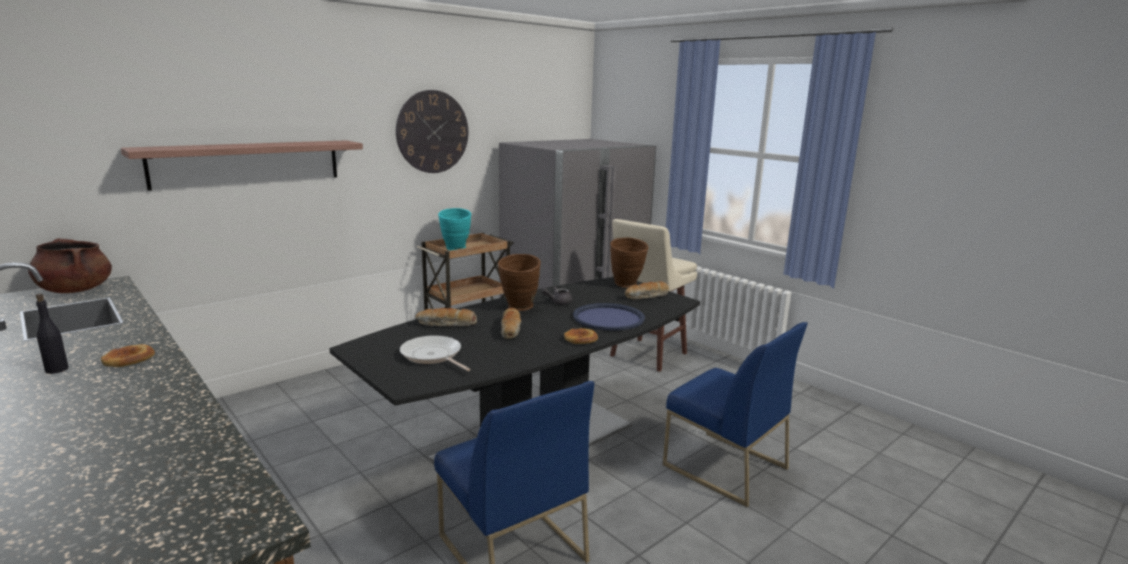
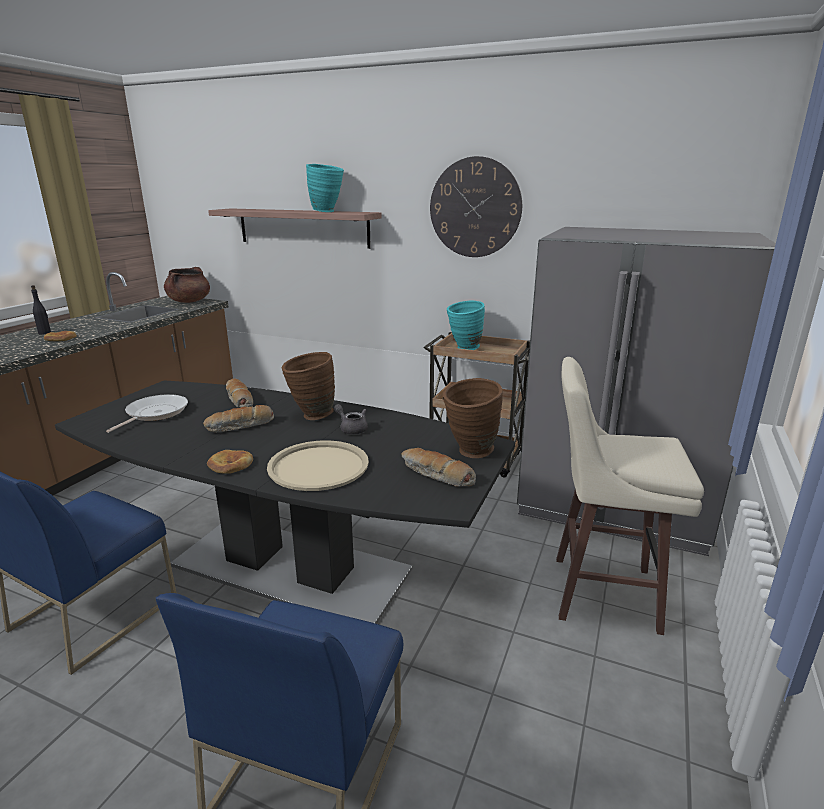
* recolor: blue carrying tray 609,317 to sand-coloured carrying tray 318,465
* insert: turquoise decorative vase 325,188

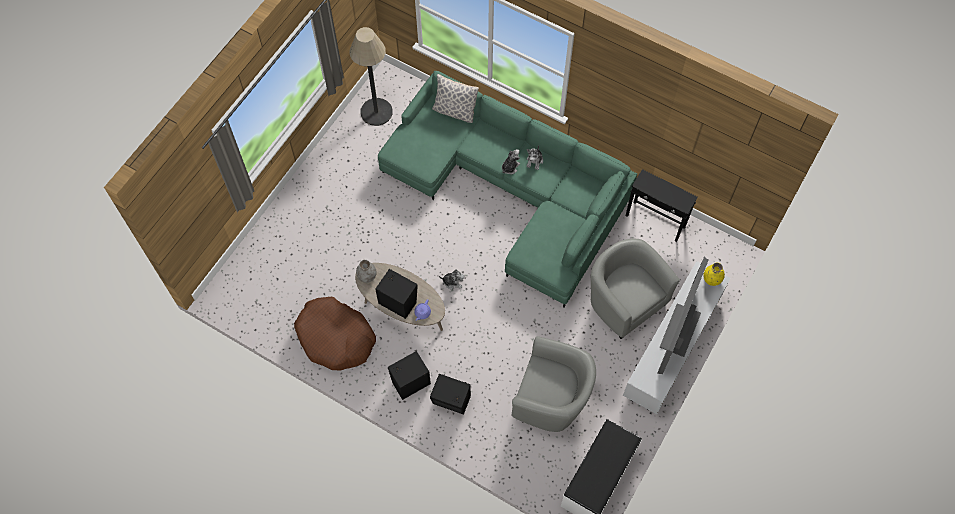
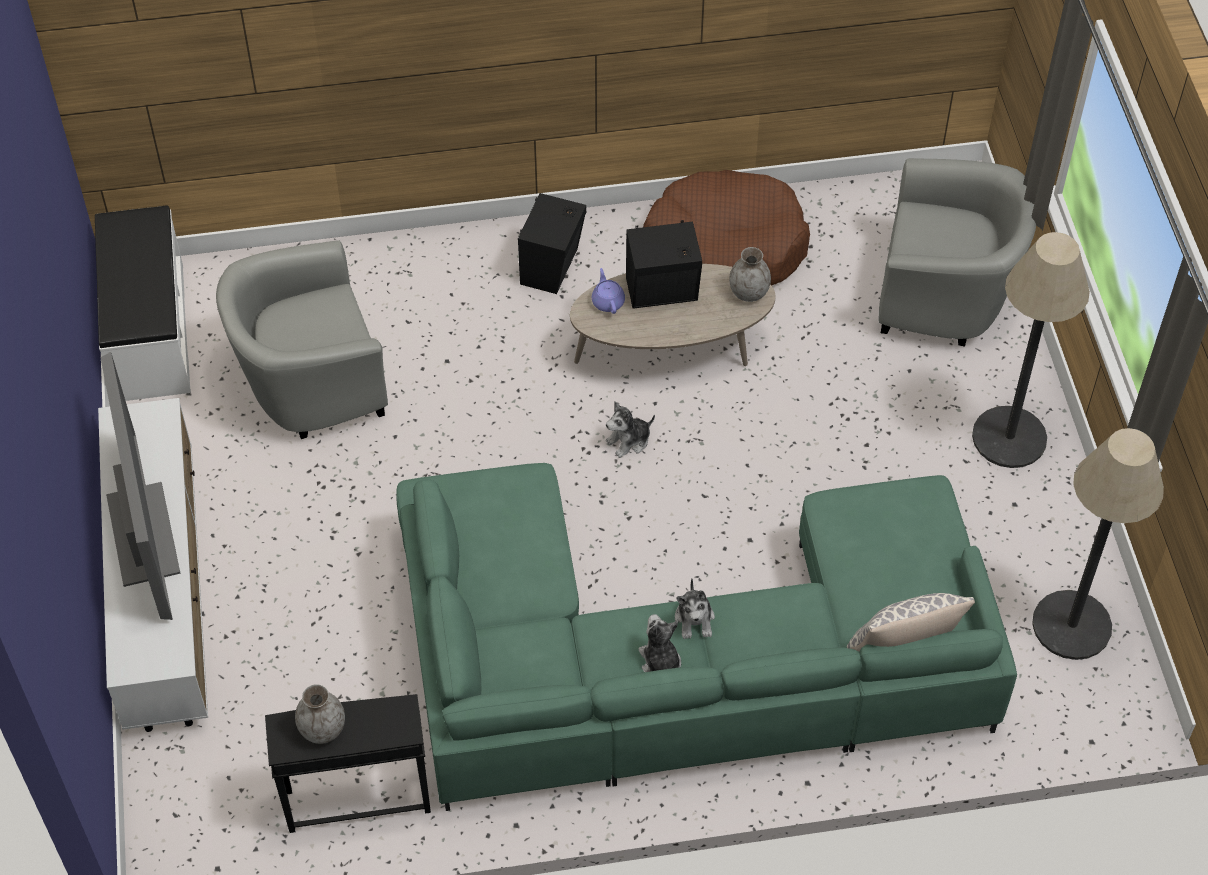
* move: greyish armchair 635,289 to 957,252
* delete: yellowish decorative vase 714,274
* delete: black-coloured speaker 450,394
* insert: standing lamp 1031,350
* insert: greyish decorative vase 320,714

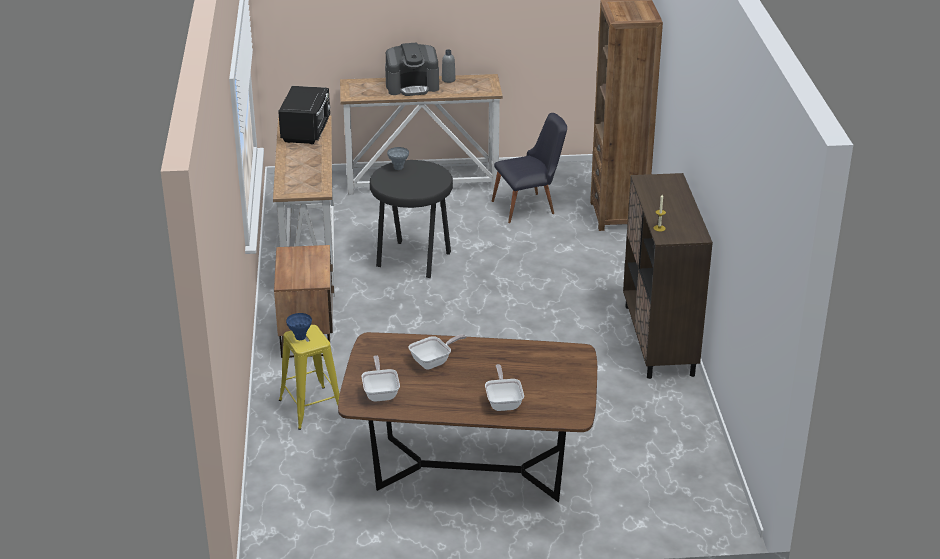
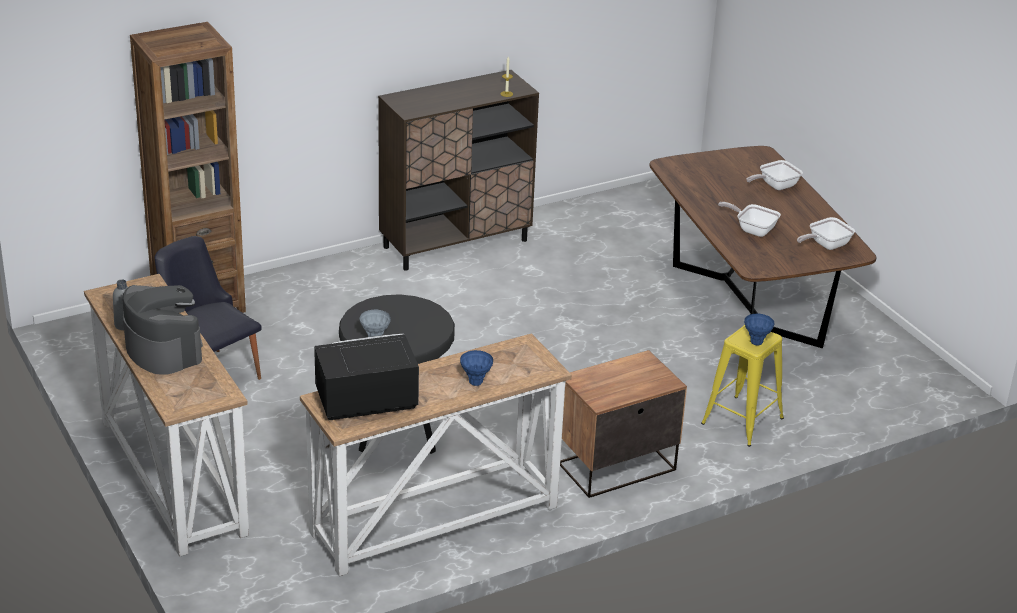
* insert: blue decorative vase 476,368

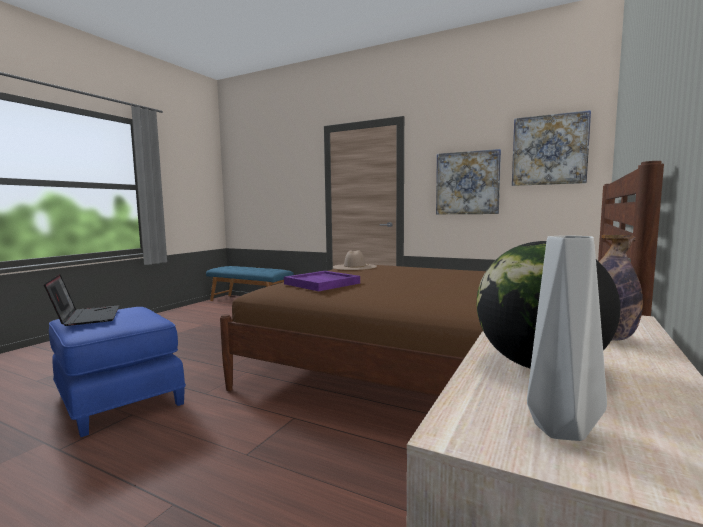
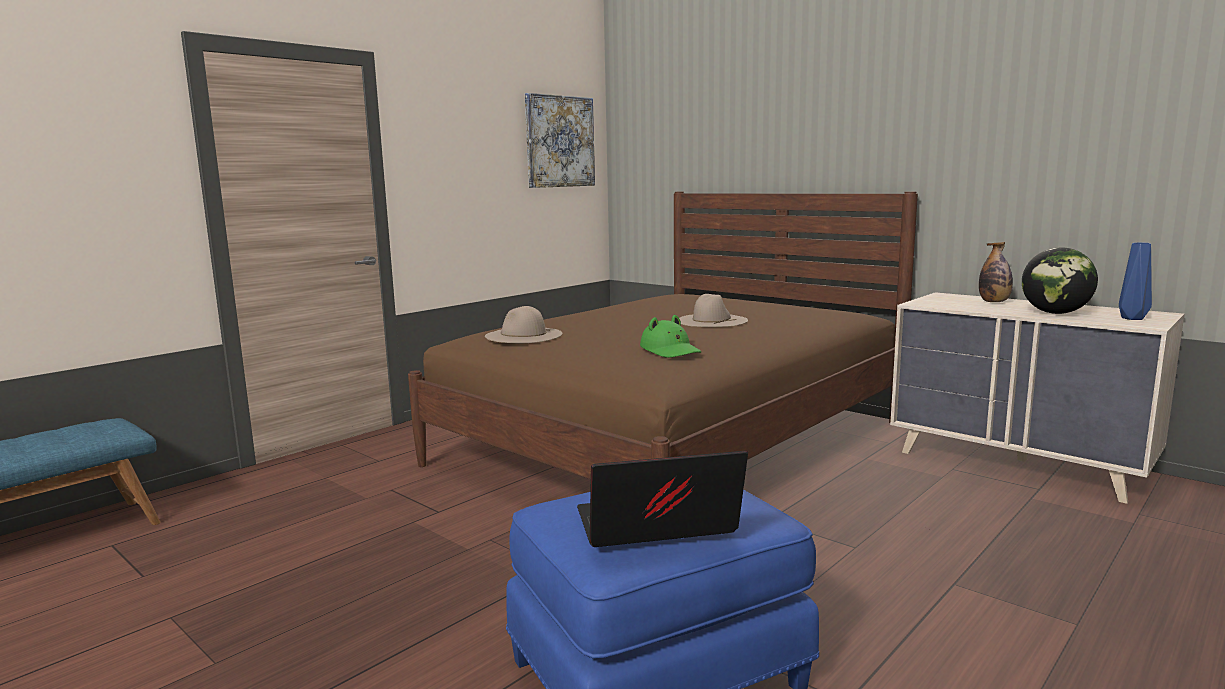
* delete: picture 468,181
* recolor: greyish decorative vase 567,338 to blue decorative vase 1135,281
* replace: purple-coloured carrying tray 322,281 to green hat 670,336
* insert: sand-coloured hat 713,310

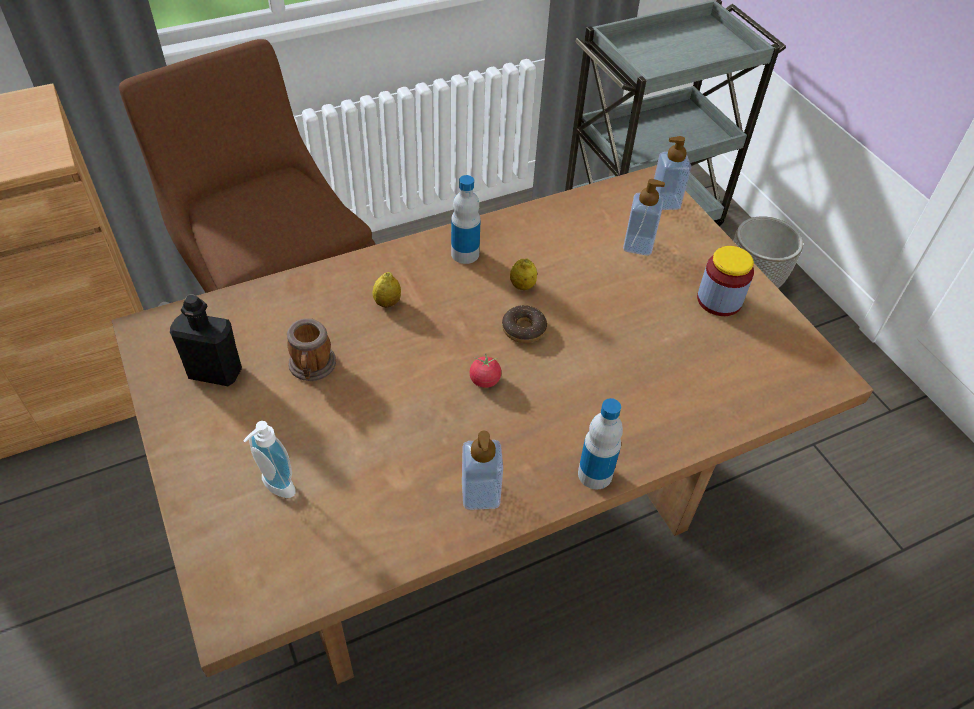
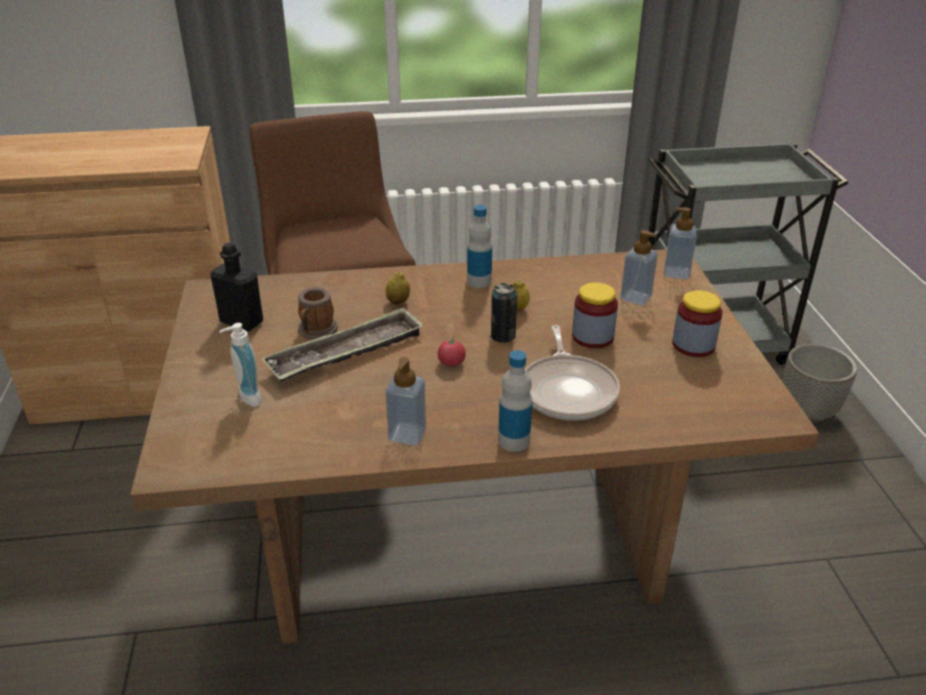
* replace: doughnut 524,324 to sealed can 504,313
* insert: jar 595,315
* insert: carrying tray 342,344
* insert: skillet 572,372

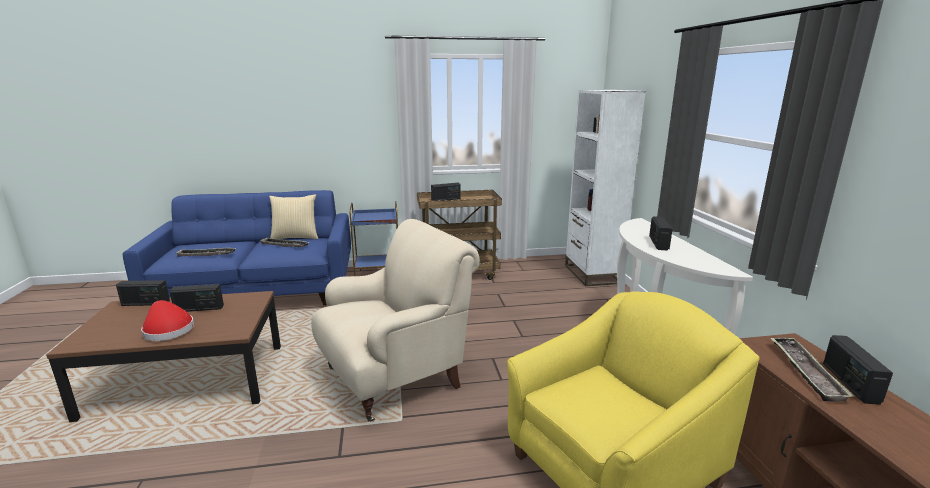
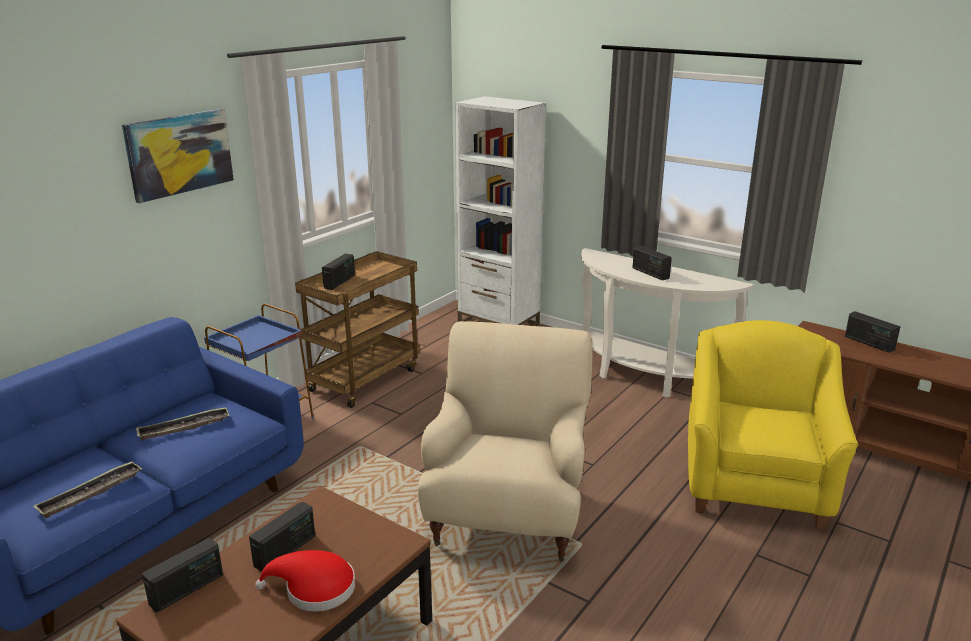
* delete: cushion 293,216
* delete: carrying tray 812,370
* insert: picture 178,156

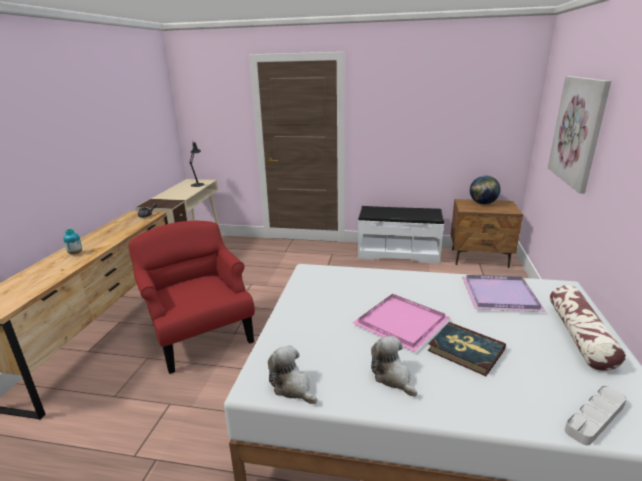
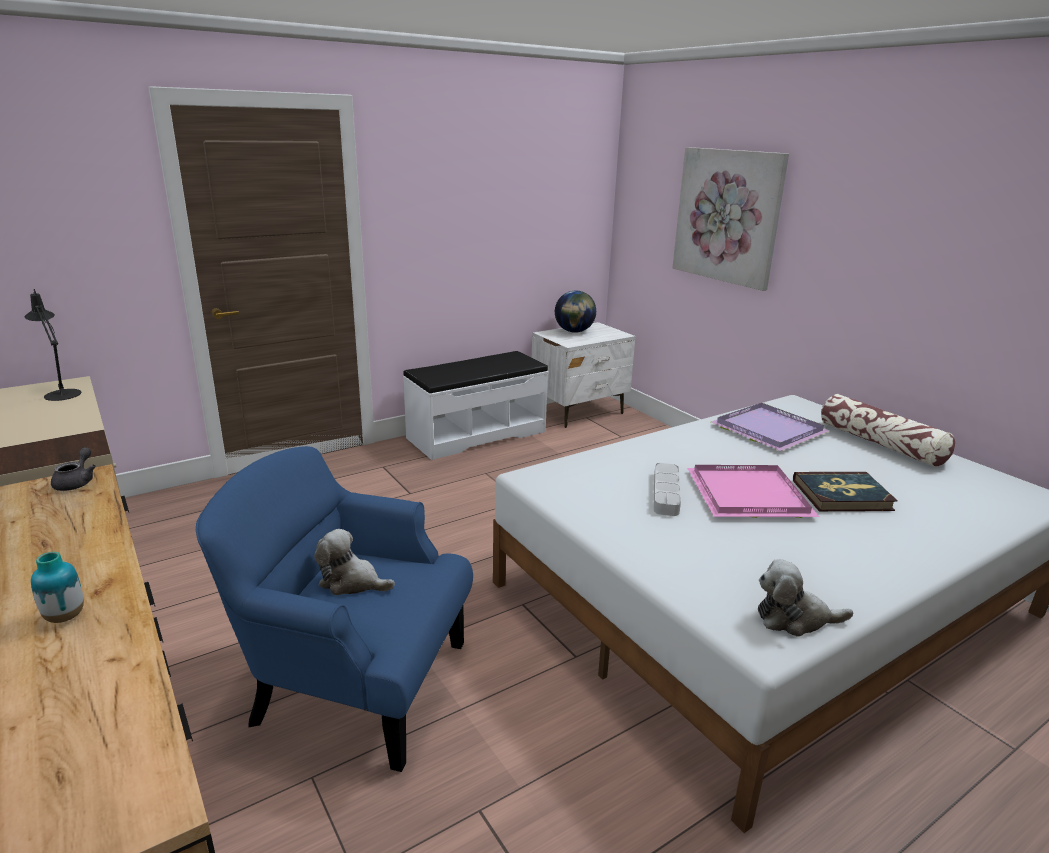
* recolor: brownish bedside table 487,233 to whitish bedside table 584,375
* recolor: reddish armchair 191,297 to blue armchair 334,609
* move: soft toy 394,366 to 354,562
* move: greyish carrying tray 596,415 to 667,489

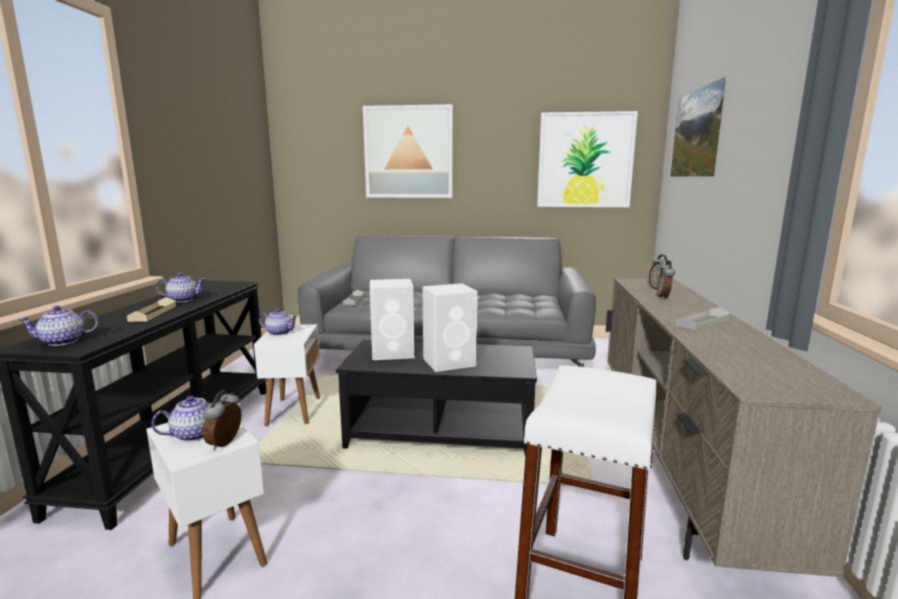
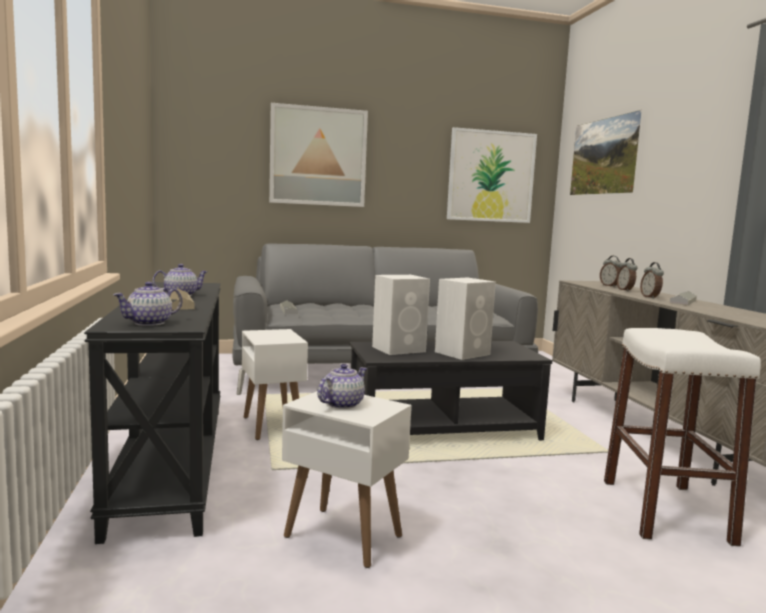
* delete: teapot 278,322
* move: bedside clock 222,420 to 652,280

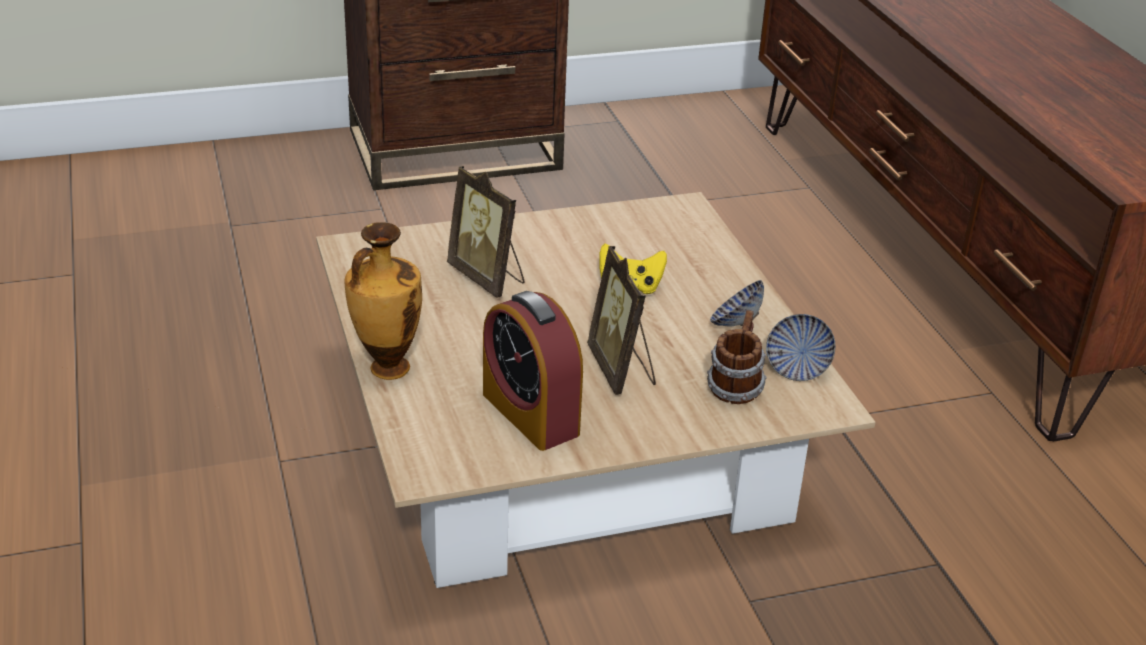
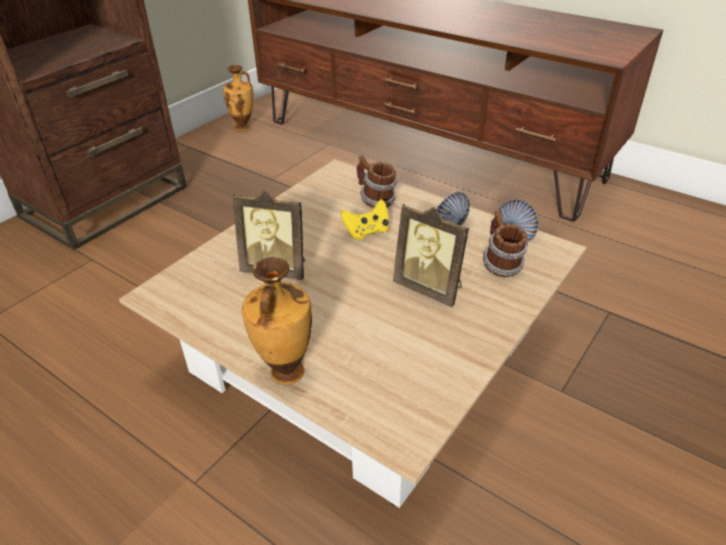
* delete: bedside clock 533,371
* insert: decorative vase 238,98
* insert: mug 377,181

